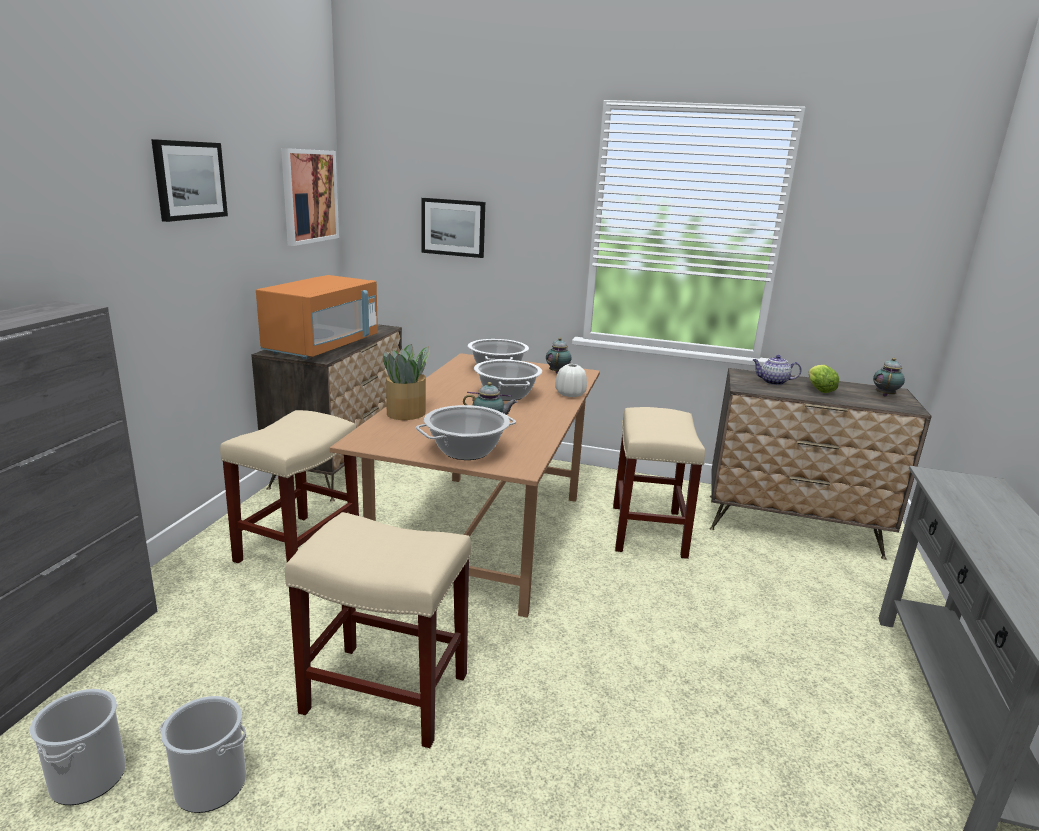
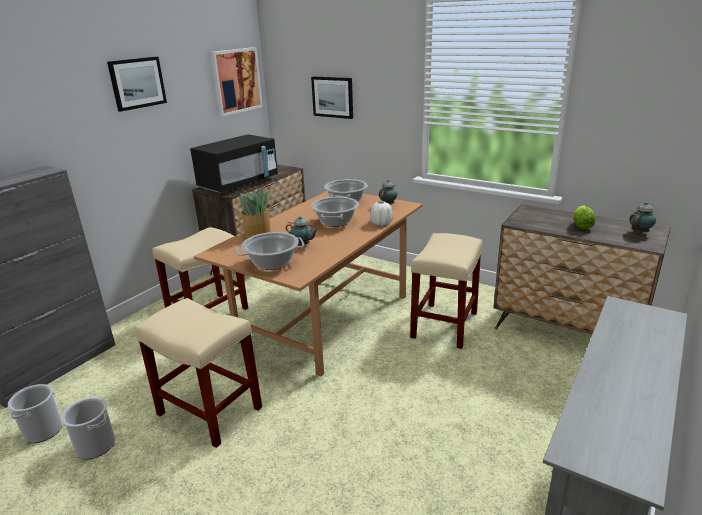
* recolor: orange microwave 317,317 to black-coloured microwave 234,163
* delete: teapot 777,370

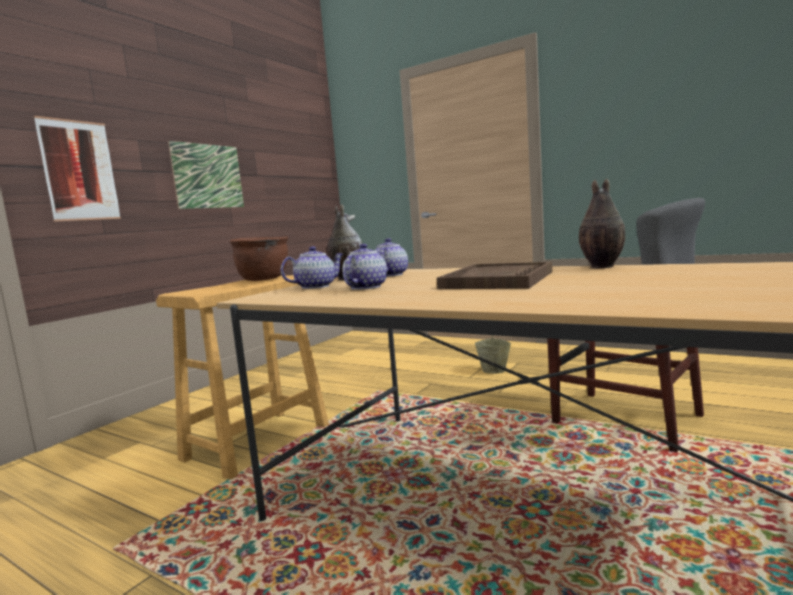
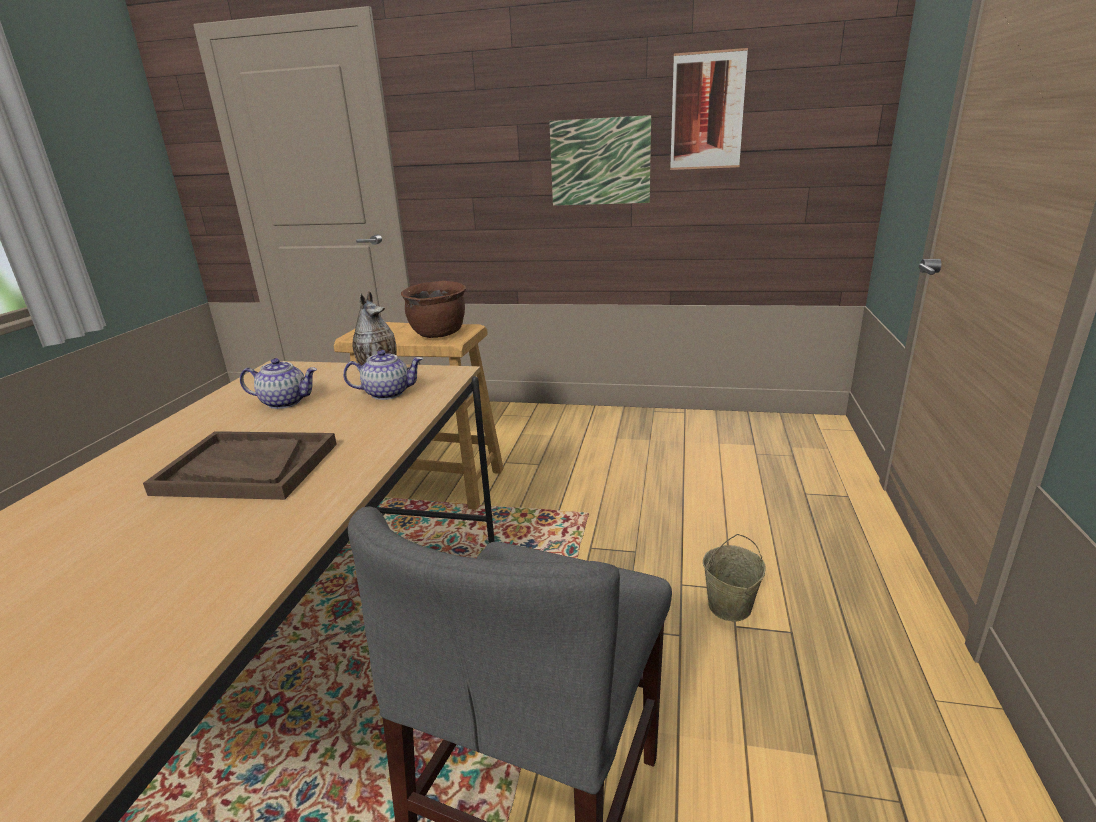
* move: picture 77,169 to 709,109
* delete: decorative vase 602,223
* delete: teapot 312,267

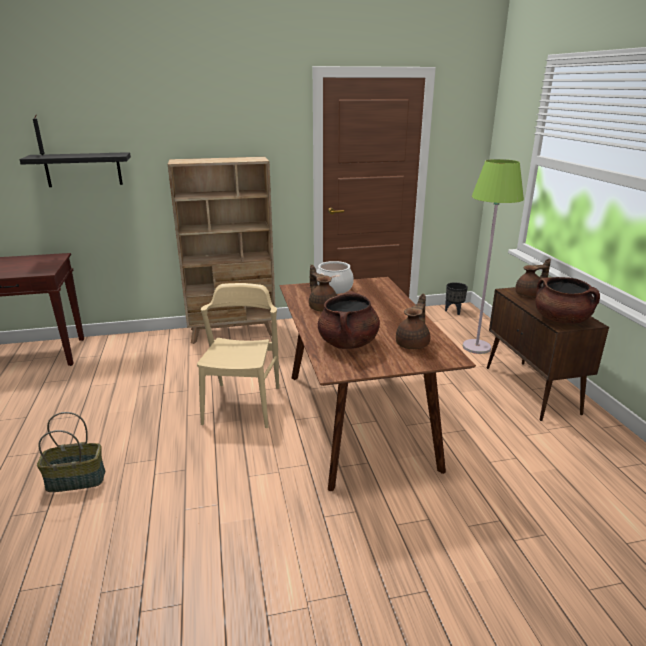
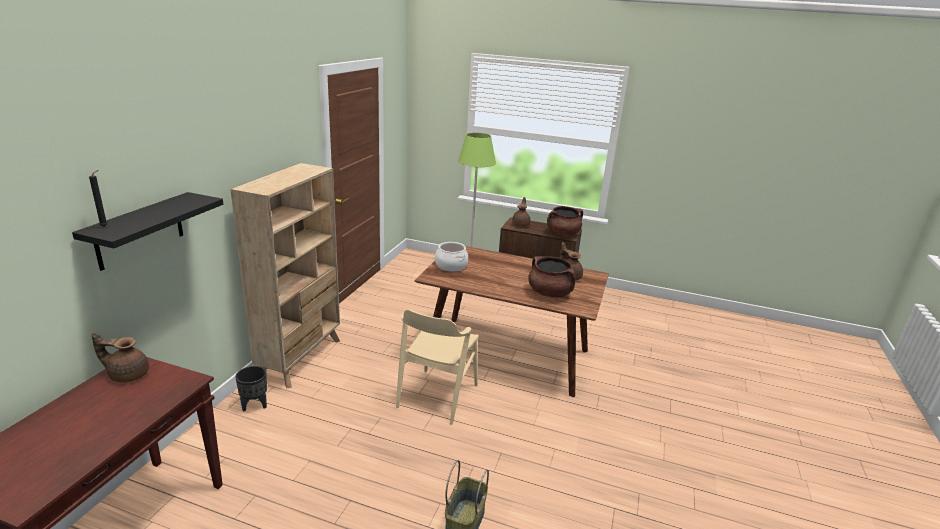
* move: brownish teapot 323,288 to 120,358
* move: black-coloured flower pot 456,298 to 251,388
* rotate: sand-coloured chair 238,355 = 437,367 105 degrees counterclockwise

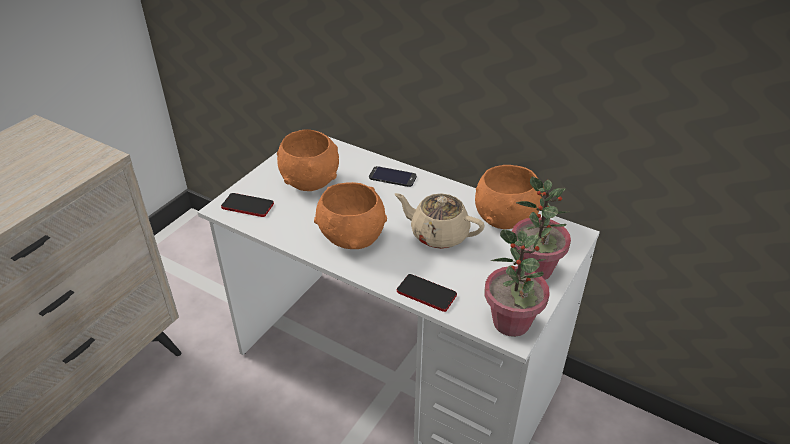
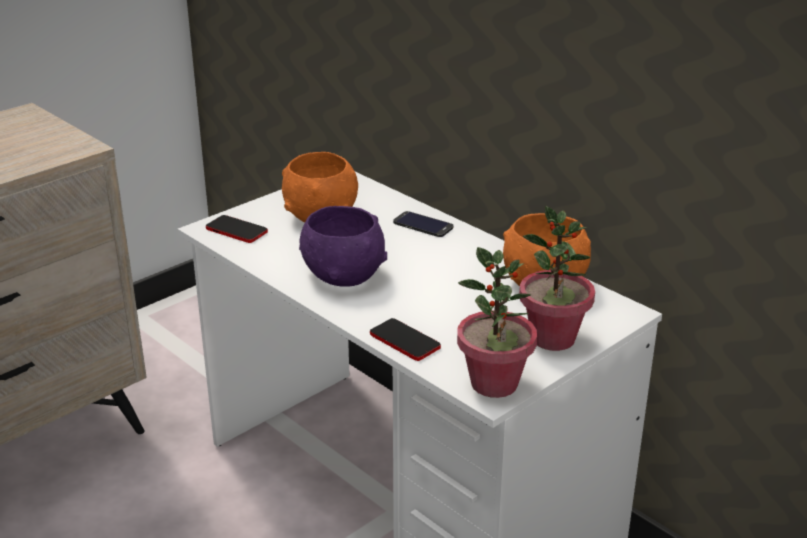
* recolor: orange deep dish 350,215 to purple-coloured deep dish 343,246
* delete: sand-coloured teapot 440,221

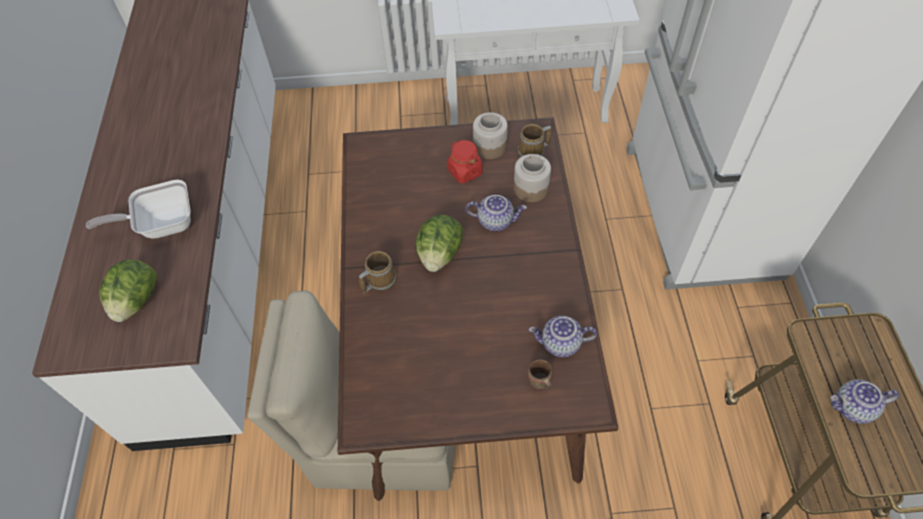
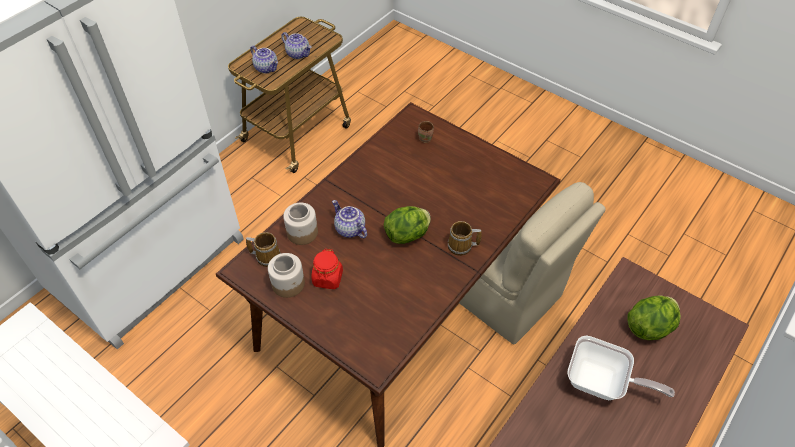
* move: teapot 563,336 to 264,60

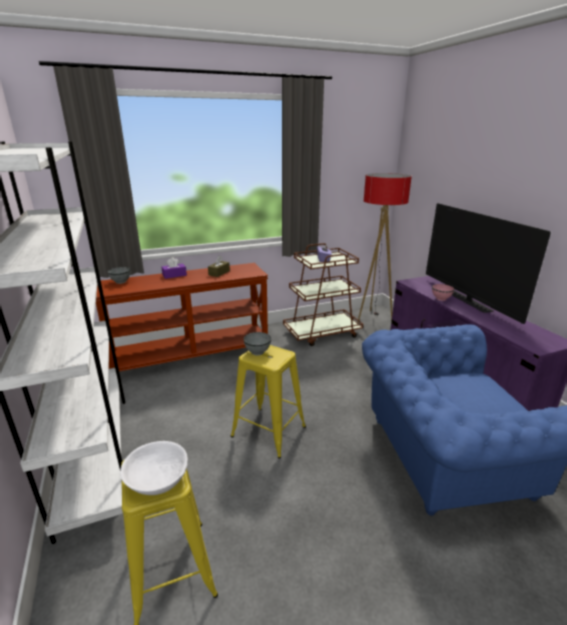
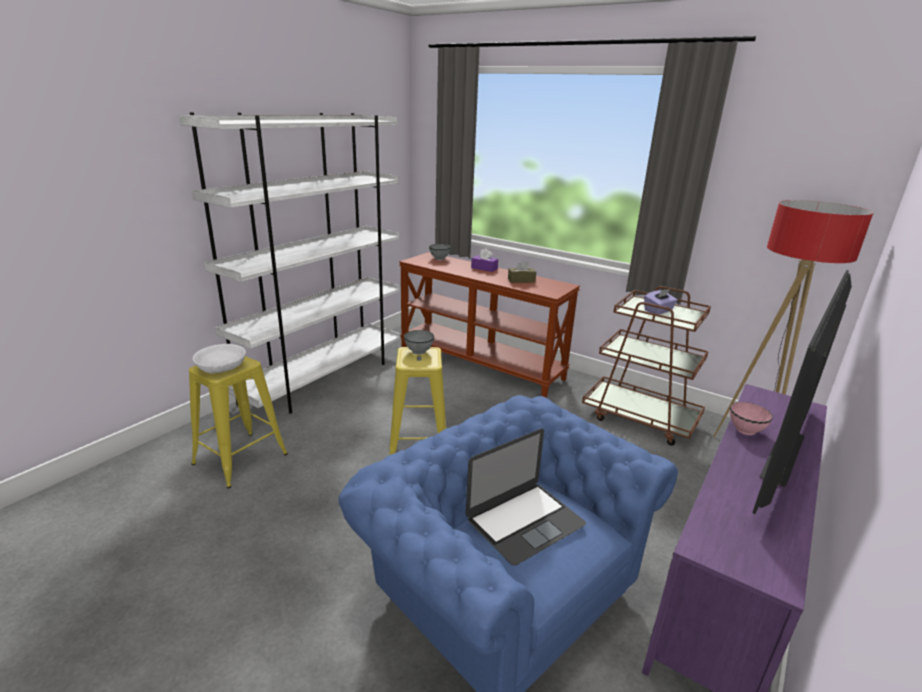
* insert: laptop 526,497

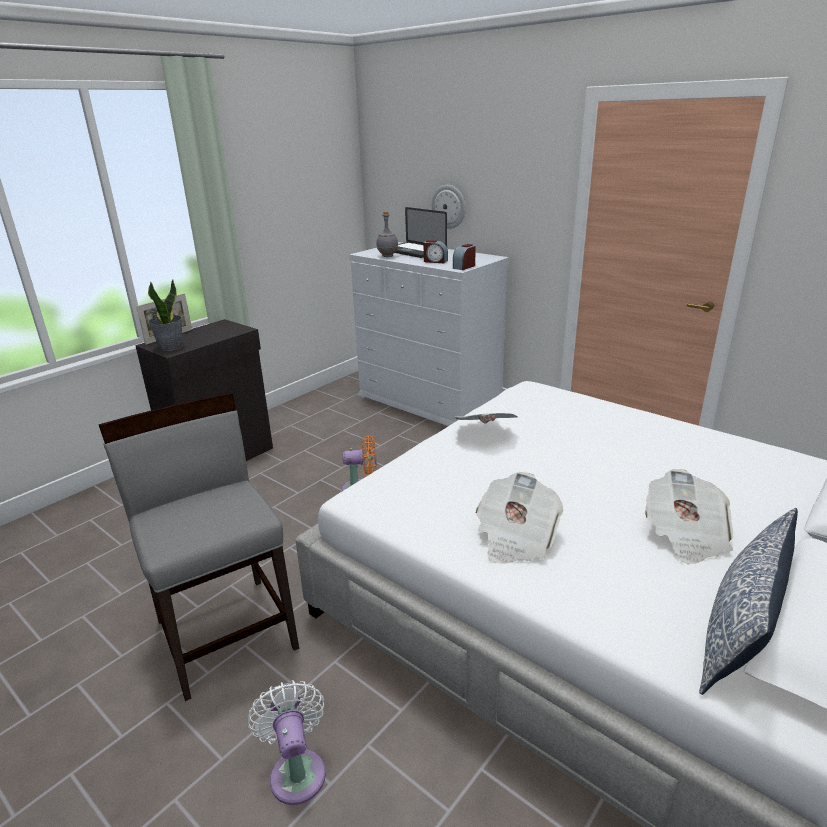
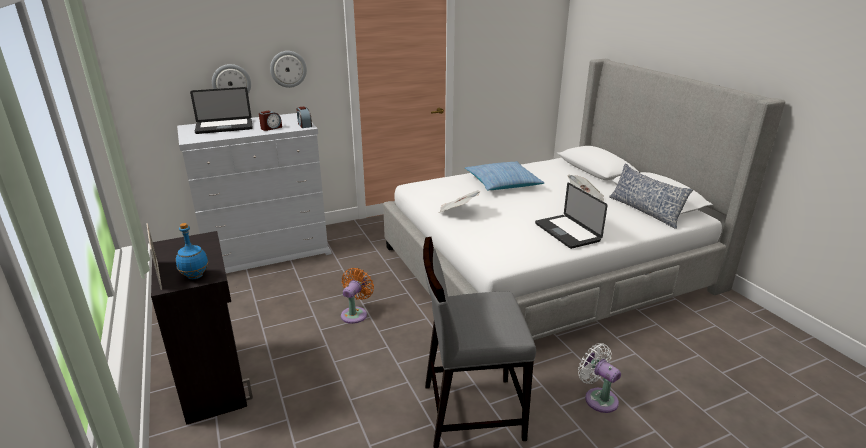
* delete: greyish drink bottle 387,234
* replace: plant in a pot 165,315 to blue drink bottle 192,251
* replace: newspaper 520,518 to laptop 571,216
* rotate: whitish cooling fan 287,742 = 599,378 45 degrees clockwise
* insert: hanging clock 288,69
* insert: cushion 504,175

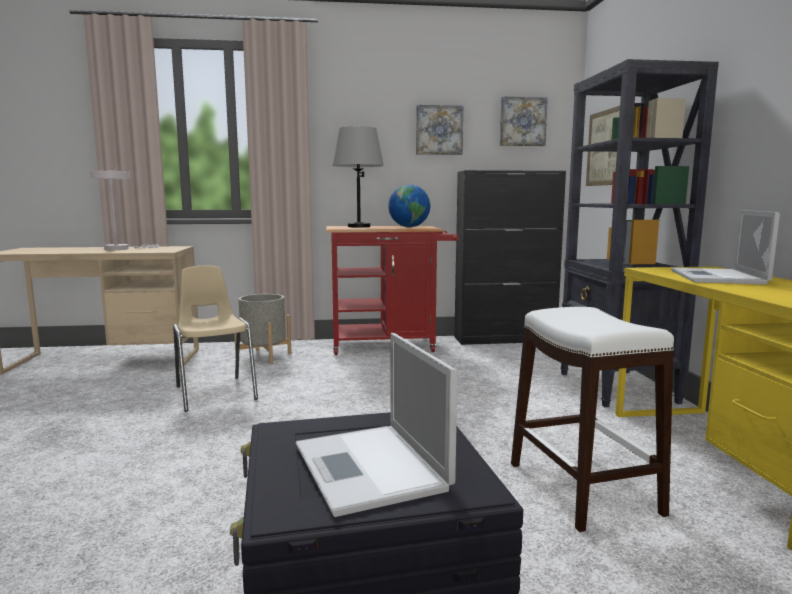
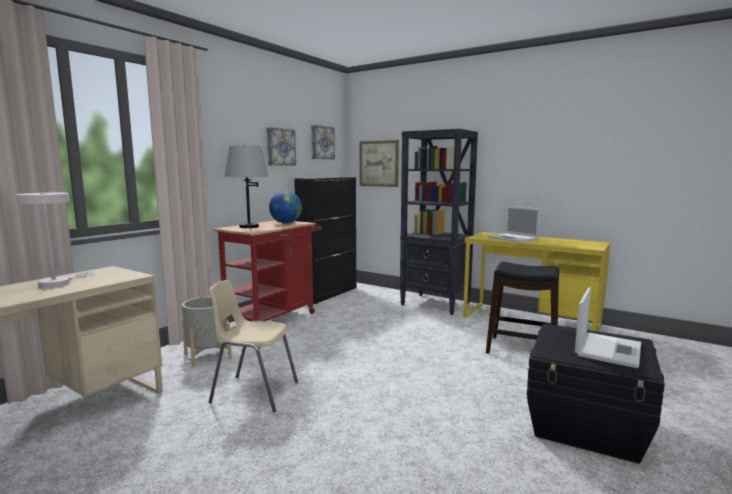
* recolor: whitish stool 592,419 to black-coloured stool 522,307
* rotate: laptop 377,425 = 608,327 75 degrees counterclockwise

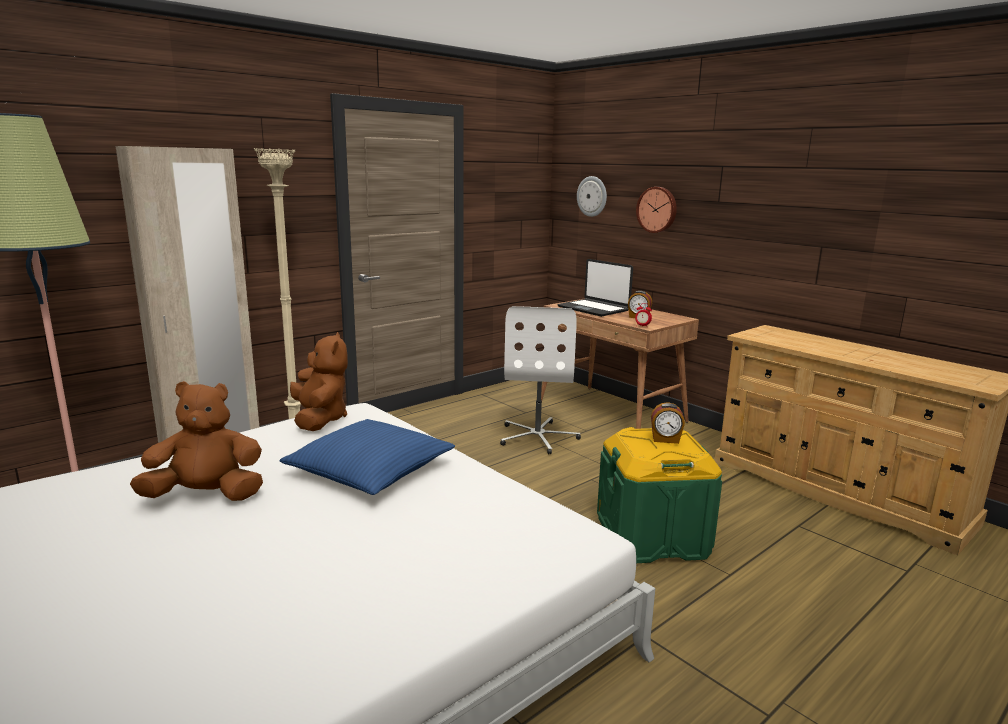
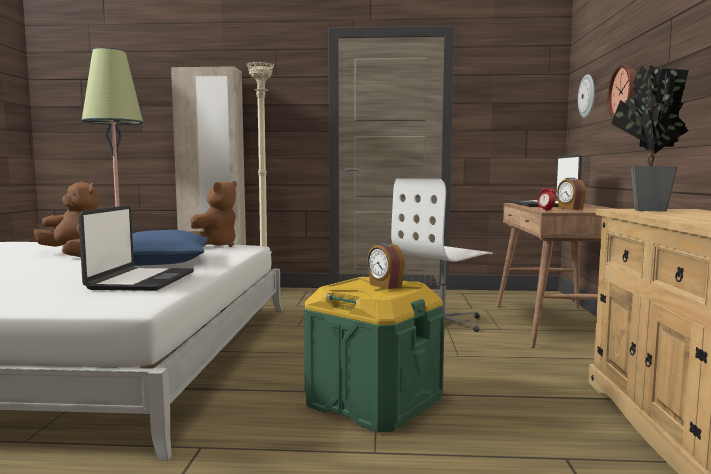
* insert: plant in a pot 650,138
* insert: laptop 136,248

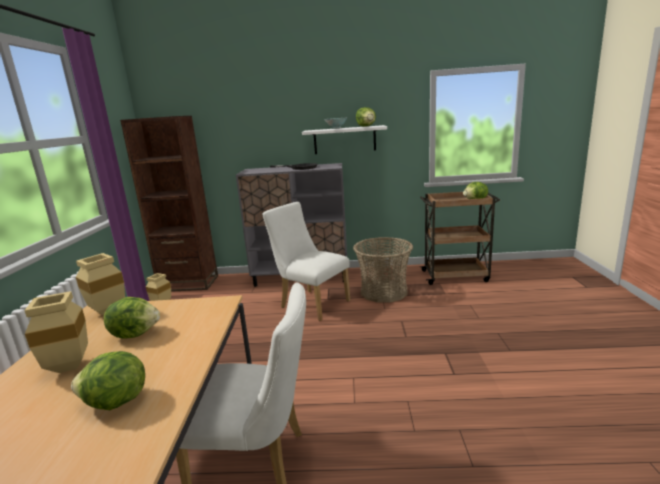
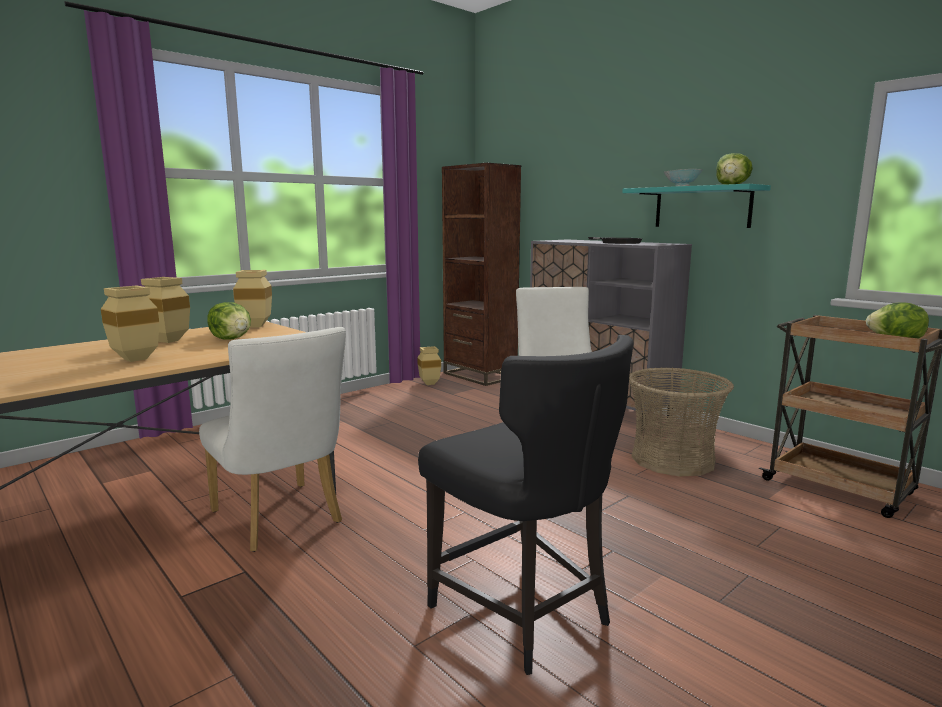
* recolor: whitish wall shelf 344,139 to turquoise wall shelf 696,206
* replace: lettuce 108,380 to sand-coloured decorative vase 130,323
* insert: black-coloured chair 525,505

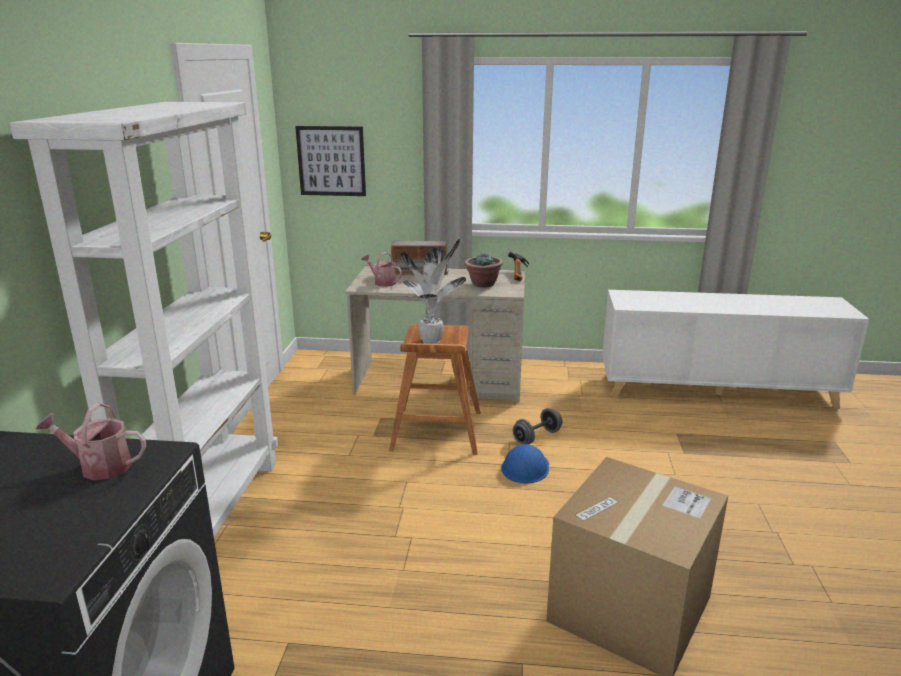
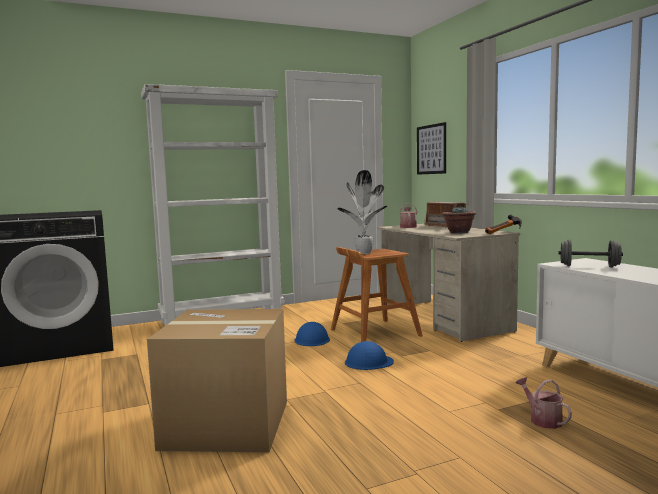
* move: sprinkling can 91,441 to 544,403
* move: greyish dumbbell 537,426 to 590,254
* insert: blue hard hat 312,334

